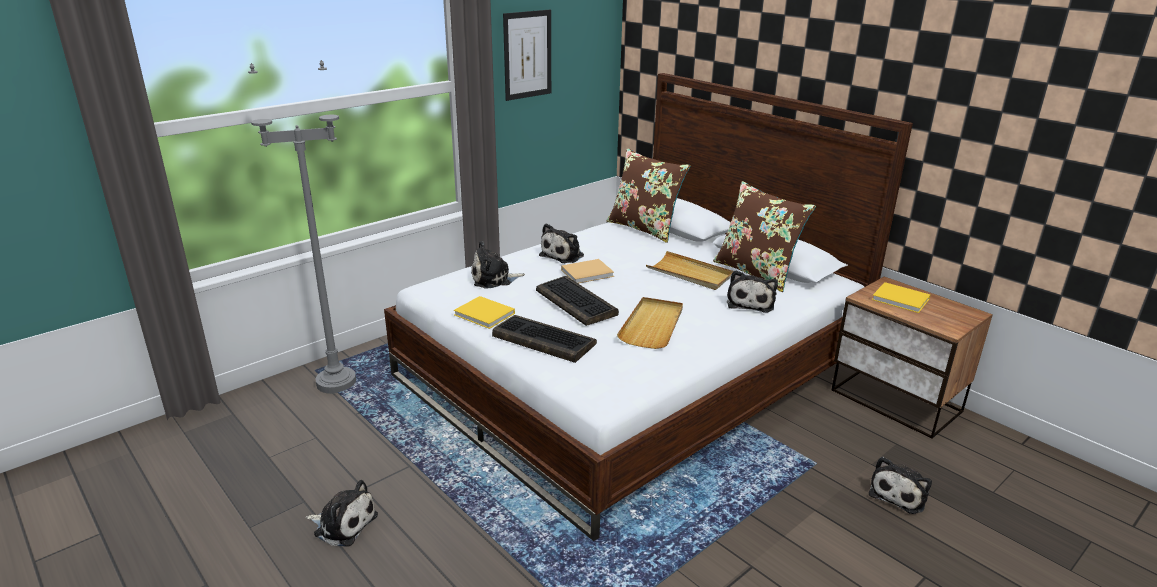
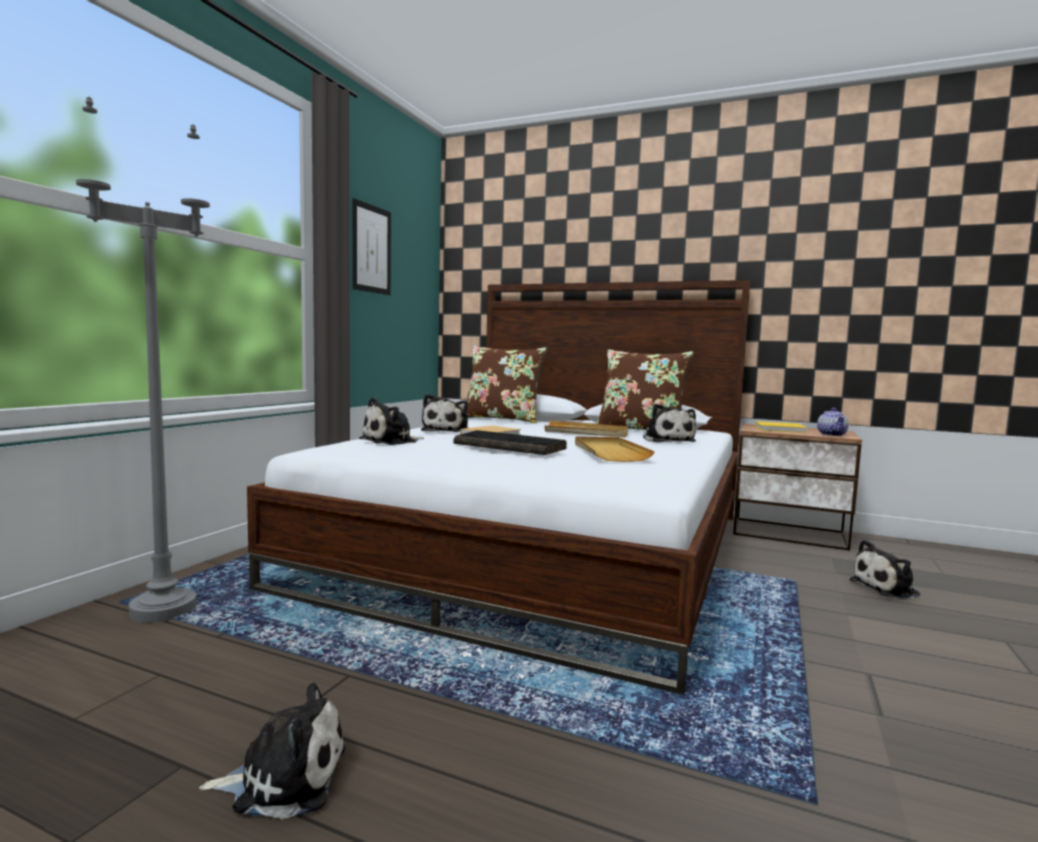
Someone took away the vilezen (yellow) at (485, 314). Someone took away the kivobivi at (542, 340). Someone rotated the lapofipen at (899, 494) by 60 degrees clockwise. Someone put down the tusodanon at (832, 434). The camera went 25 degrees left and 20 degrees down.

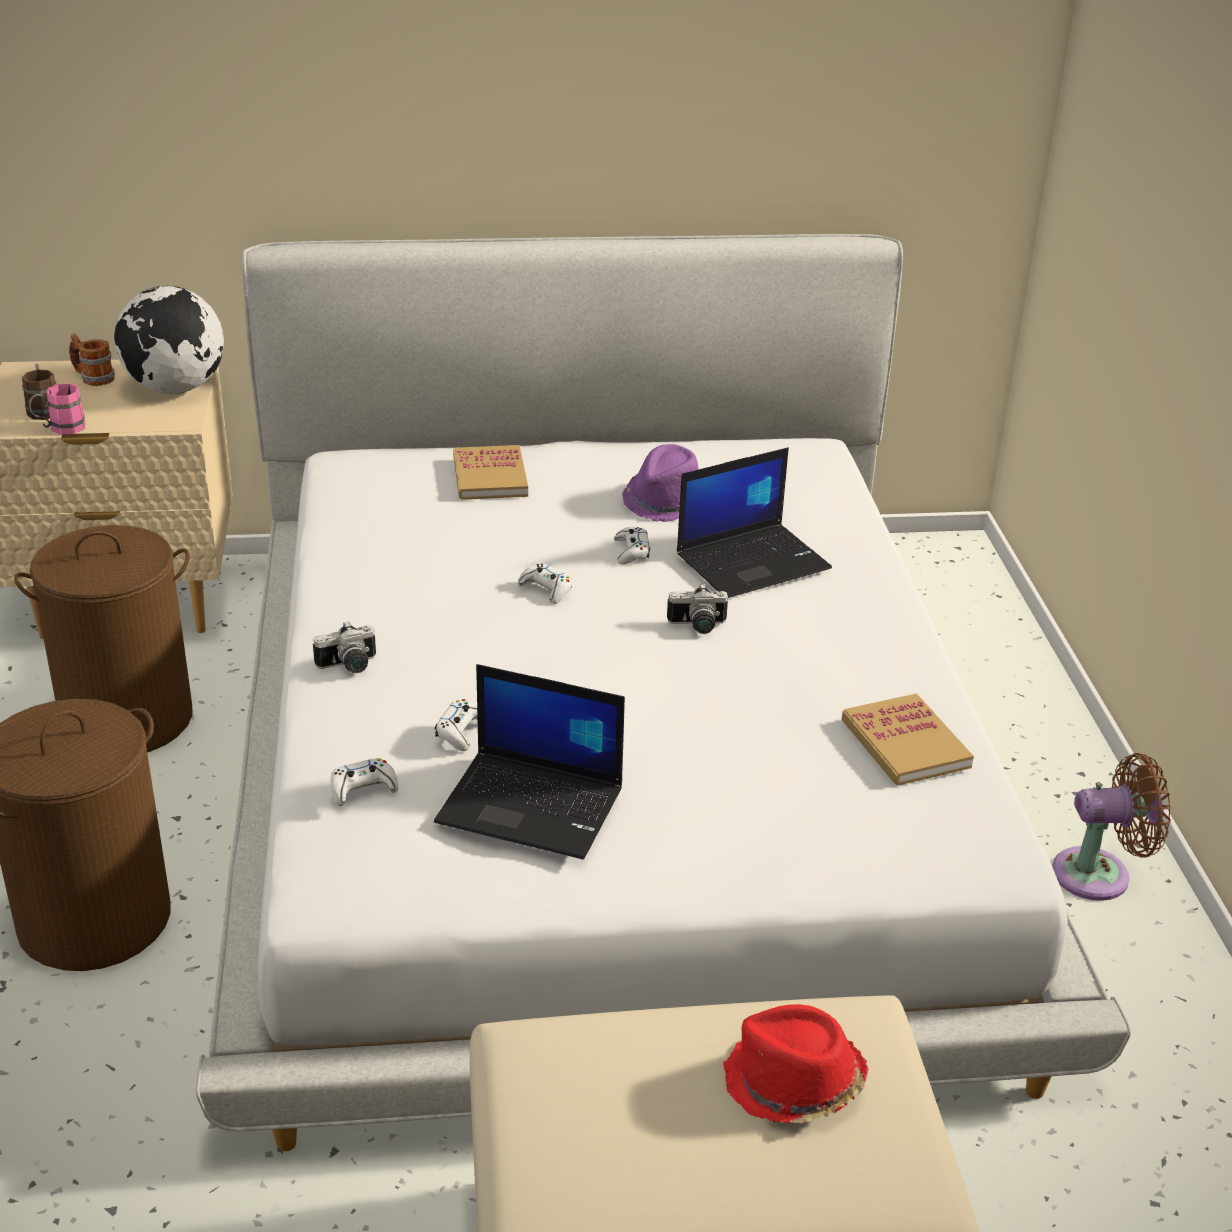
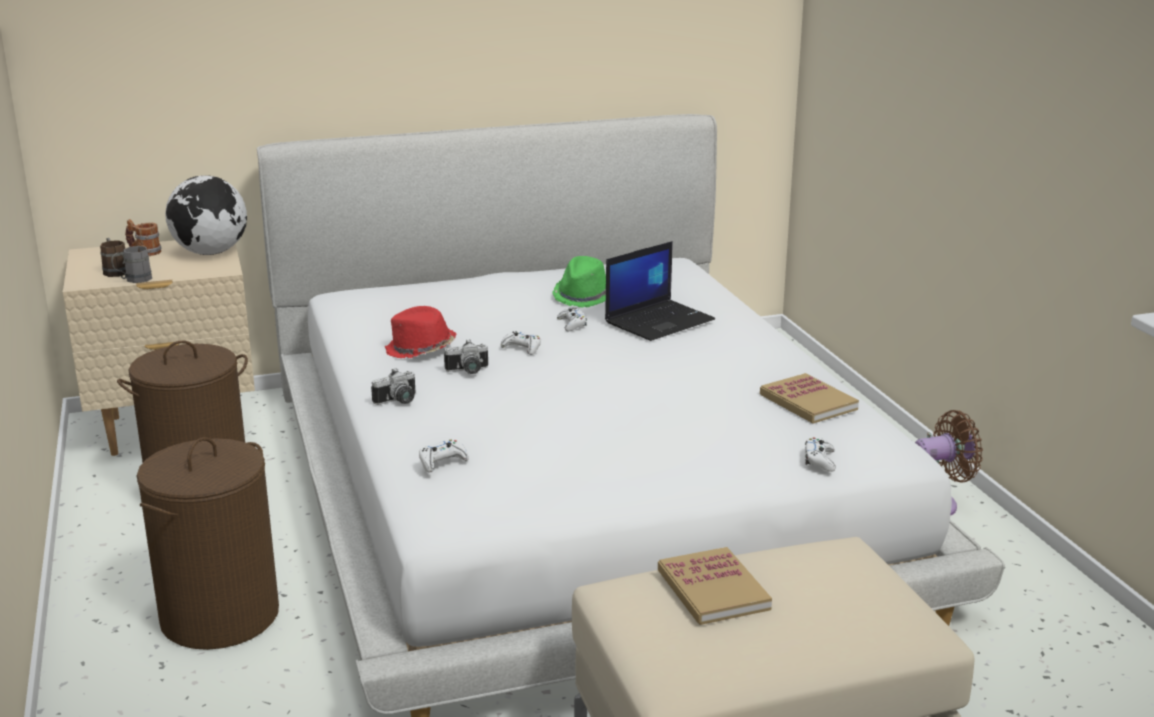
Someone repainted the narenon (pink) at (60, 429), which became the narenon (grey) at (133, 280). Someone repainted the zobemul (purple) at (666, 501), which became the zobemul (green) at (583, 296). Someone carried the vilezen from (490, 477) to (713, 590). Someone carried the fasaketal from (697, 626) to (468, 371). Someone took away the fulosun at (533, 805). Someone carried the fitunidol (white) from (461, 731) to (819, 460). Someone carried the zobemul (red) from (792, 1083) to (420, 350). The camera went 10 degrees left and 10 degrees down.

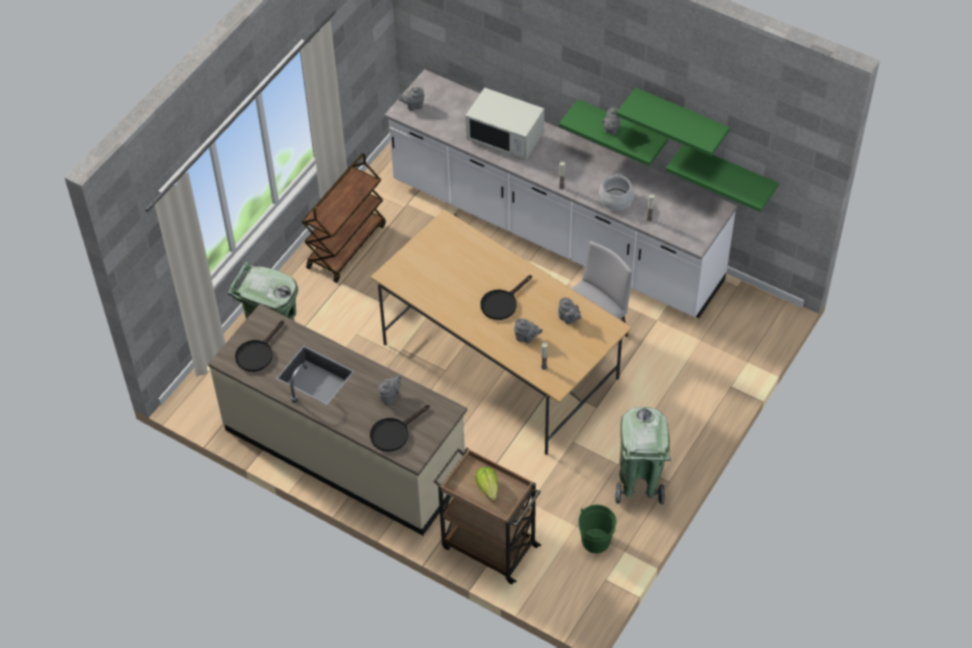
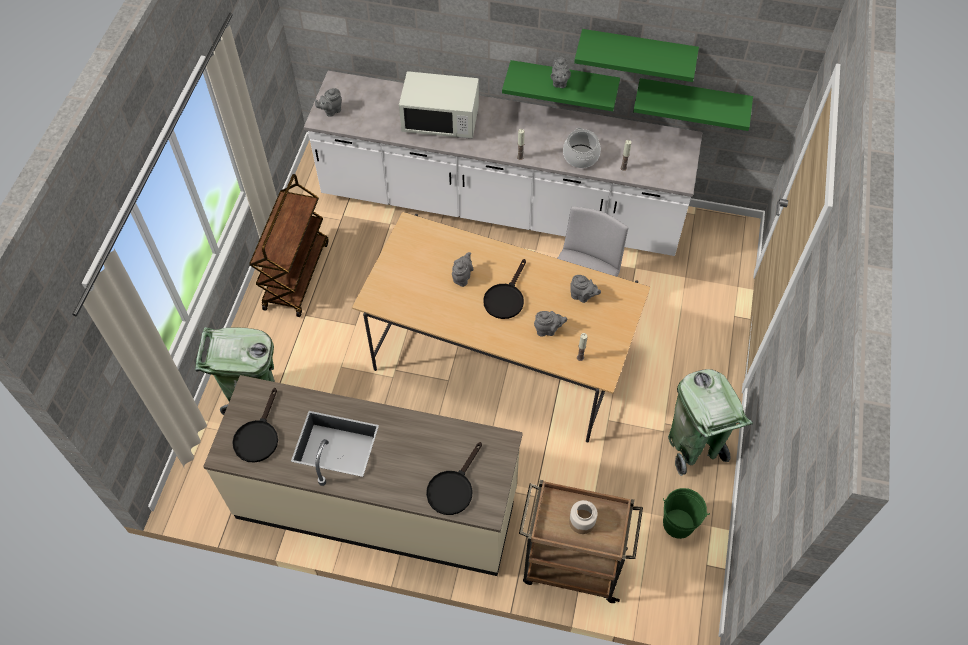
Someone carried the tusodanon (grey) from (390, 397) to (462, 277). Someone swapped the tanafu at (488, 488) for the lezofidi at (582, 521). The camera went 20 degrees left and 5 degrees up.

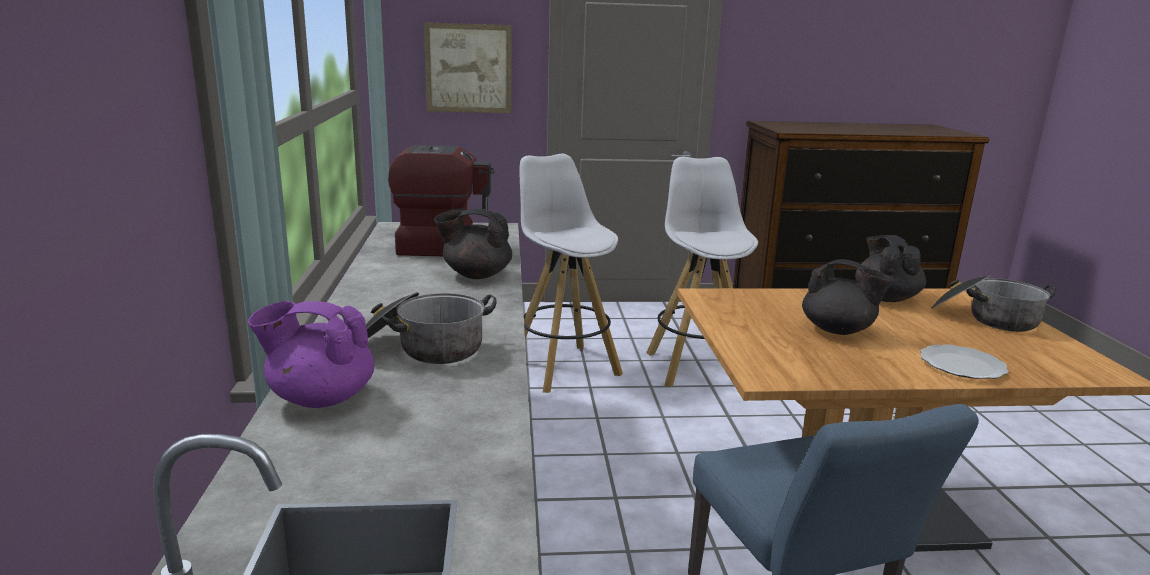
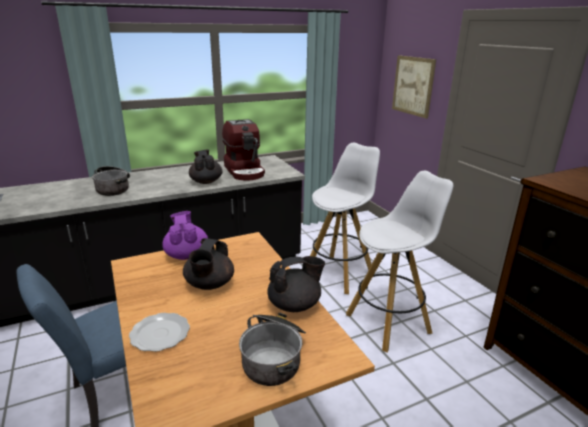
Someone carried the tusodanon (purple) from (320, 398) to (186, 254). The camera went 70 degrees right and 5 degrees up.

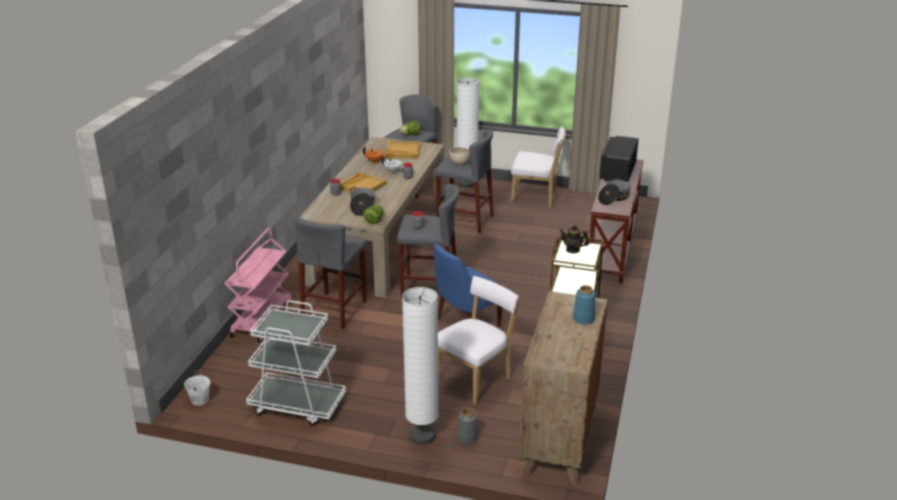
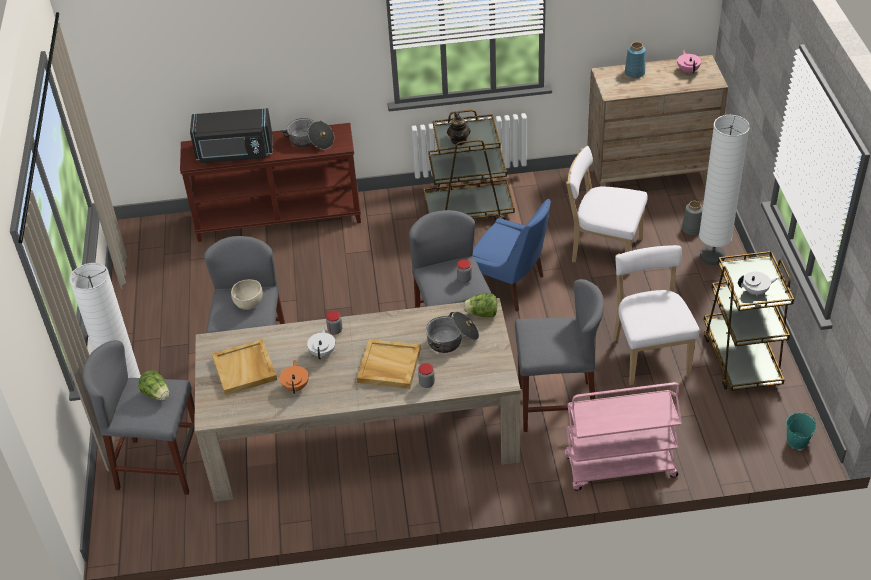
Someone carried the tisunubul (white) from (536, 198) to (649, 353). Someone repainted the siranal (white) at (297, 405), which became the siranal (brown) at (741, 359). Someone repainted the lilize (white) at (199, 400), which became the lilize (turquoise) at (797, 441). Someone put down the tusodanon (pink) at (688, 70). Someone put down the tusodanon (white) at (755, 291). The camera went 110 degrees left and 15 degrees up.

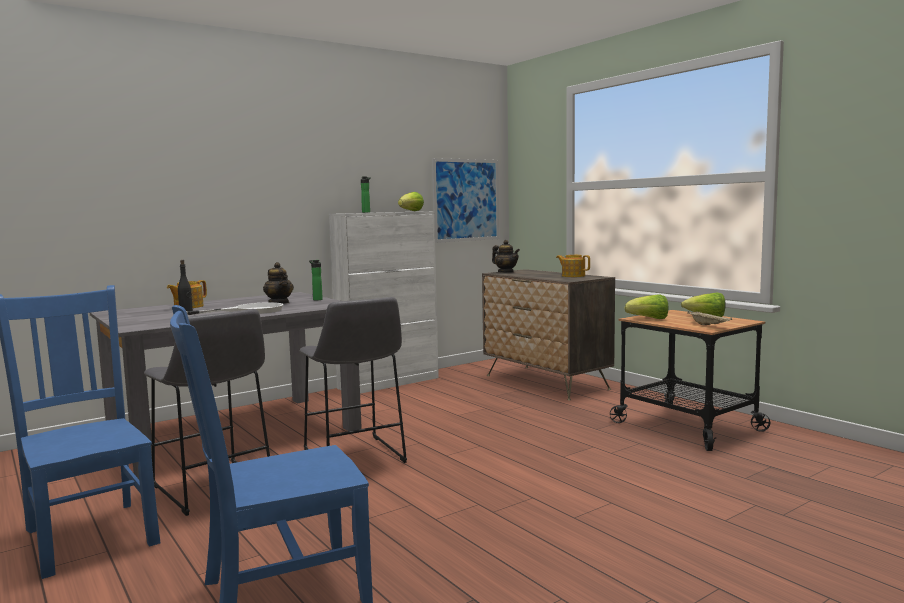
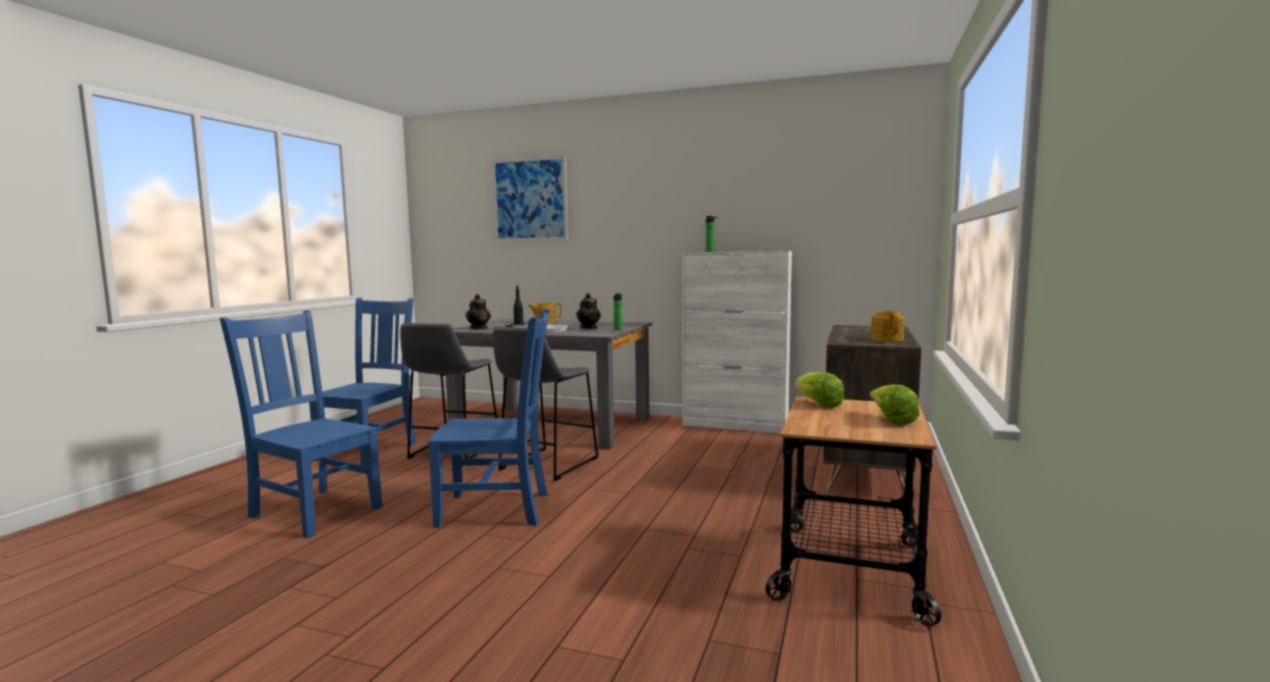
Someone carried the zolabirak from (466, 200) to (530, 199). Someone took away the tanafu at (411, 211). Someone carried the tusodanon from (506, 272) to (479, 328). Someone took away the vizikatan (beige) at (709, 325). Someone put down the tisunubul (blue) at (498, 509). The camera went 55 degrees right and 0 degrees up.

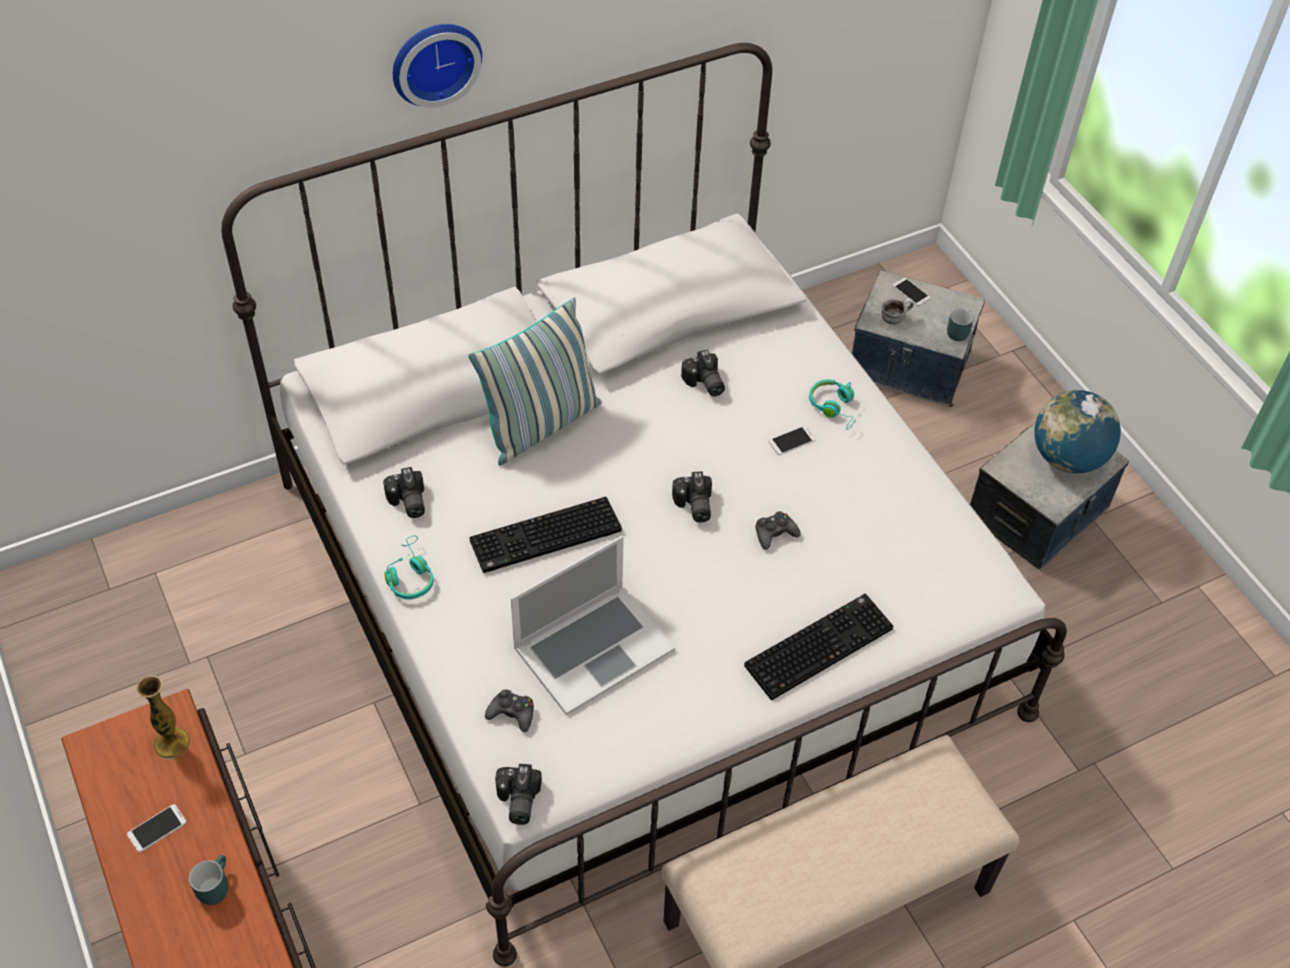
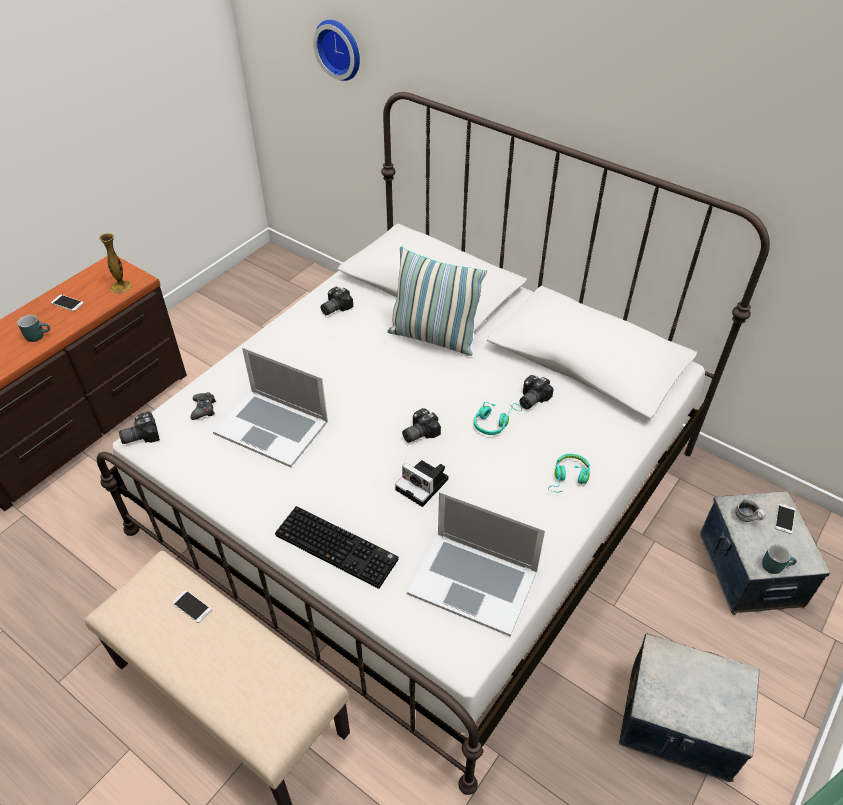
Someone carried the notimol from (434, 61) to (340, 48). Someone took away the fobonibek at (1067, 458). Someone carried the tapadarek from (791, 441) to (191, 606). Someone took away the kivobivi at (545, 538). Someone swapped the fitunidol (black) at (775, 533) for the fasaketal at (424, 485). Someone carried the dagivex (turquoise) from (409, 576) to (495, 422). Someone put down the fulosun at (473, 581). The camera went 65 degrees right and 5 degrees down.

